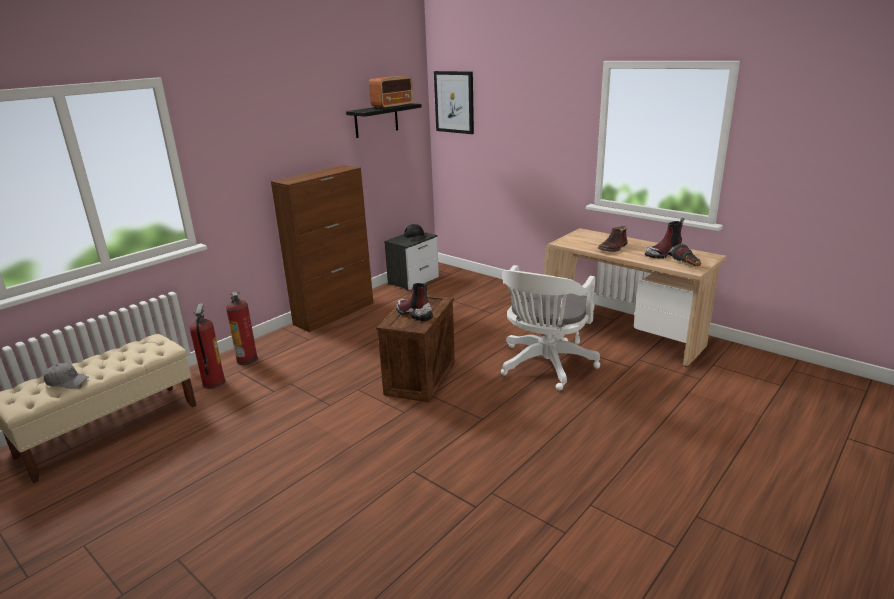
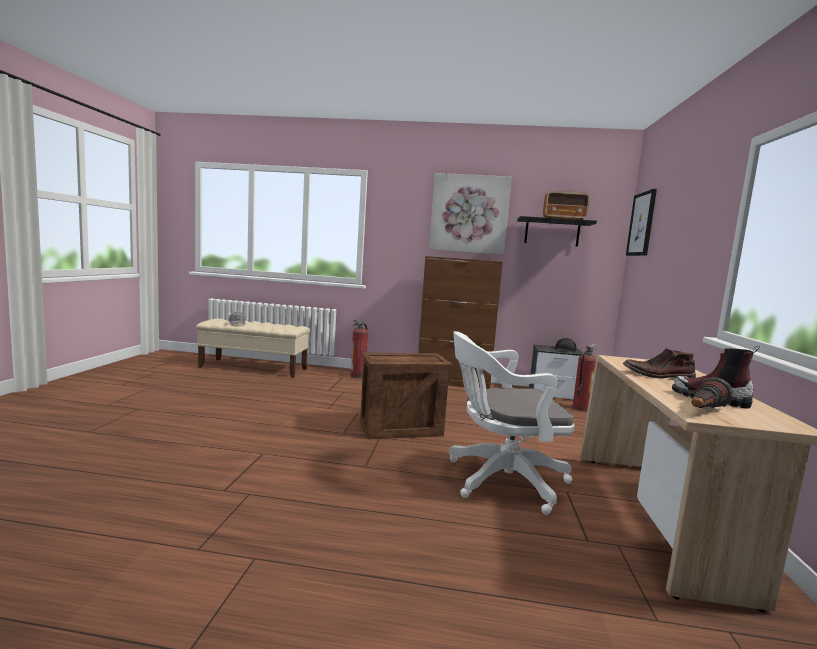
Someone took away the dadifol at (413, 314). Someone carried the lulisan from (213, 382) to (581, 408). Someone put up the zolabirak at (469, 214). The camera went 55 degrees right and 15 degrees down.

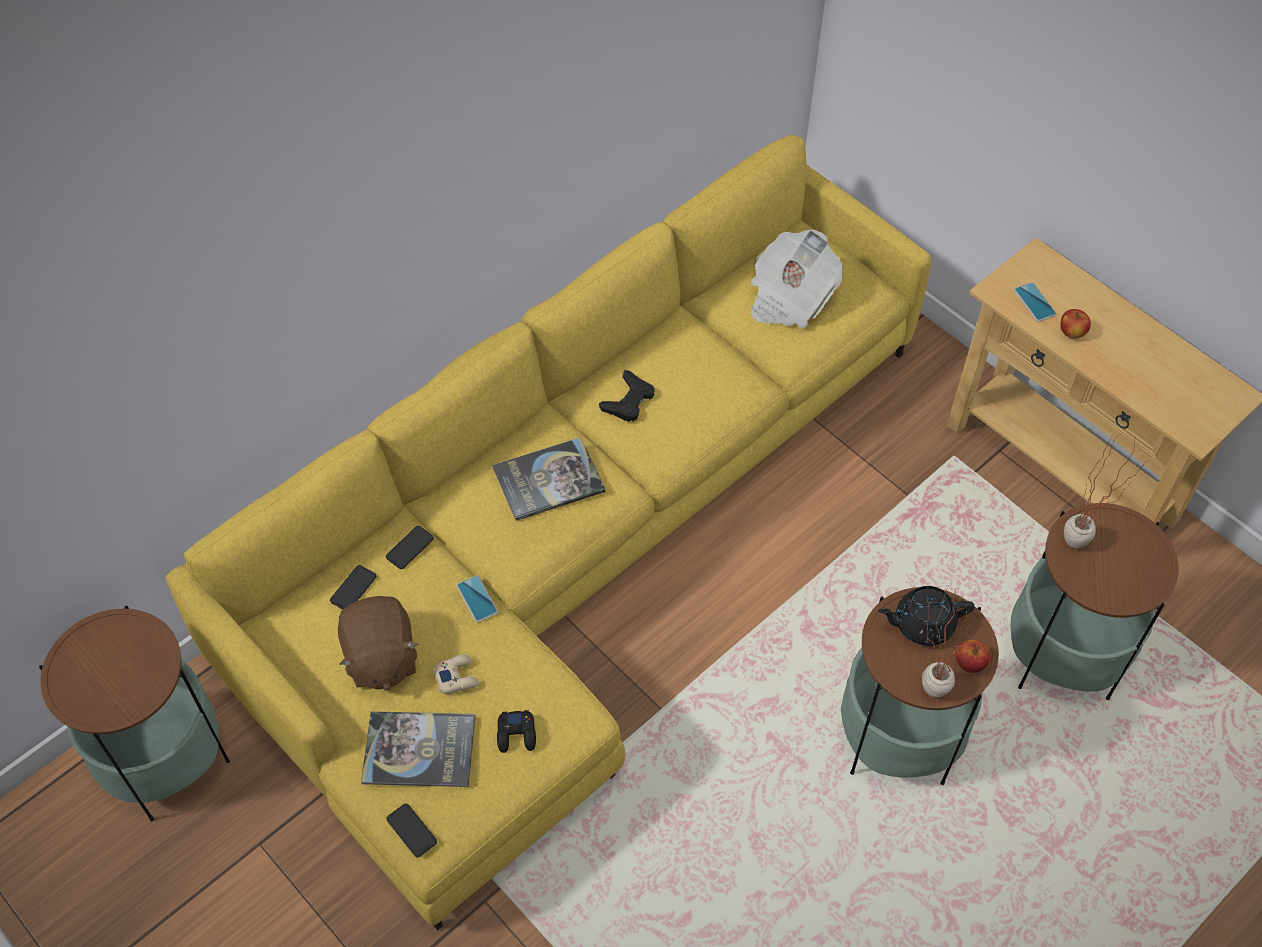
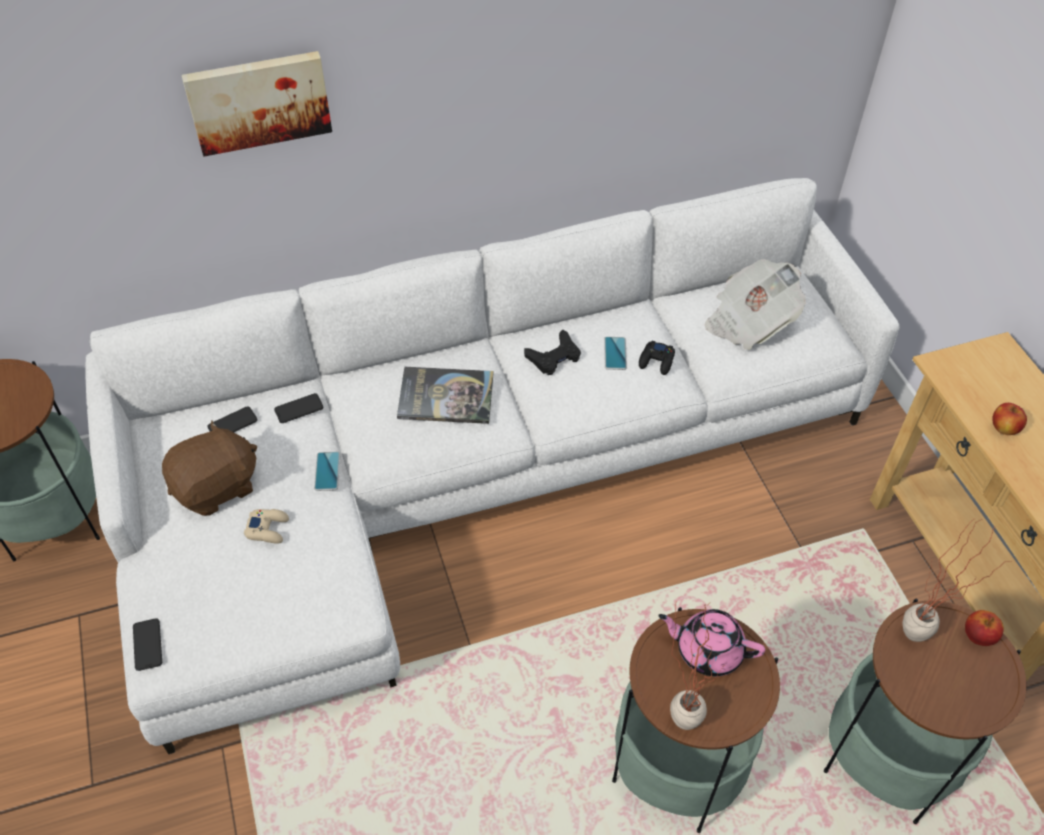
Someone repainted the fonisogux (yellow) at (568, 545), which became the fonisogux (white) at (469, 475). Someone carried the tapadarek from (1034, 302) to (615, 353). Someone repainted the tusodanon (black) at (922, 623), which became the tusodanon (pink) at (708, 650). Someone rotated the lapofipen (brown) at (380, 658) by 135 degrees counterclockwise. Someone carried the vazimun from (969, 663) to (978, 636). Someone carried the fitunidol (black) from (517, 734) to (657, 361). Someone took away the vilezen at (419, 750). Someone put up the zolabirak at (258, 101). The camera went 25 degrees right and 5 degrees down.

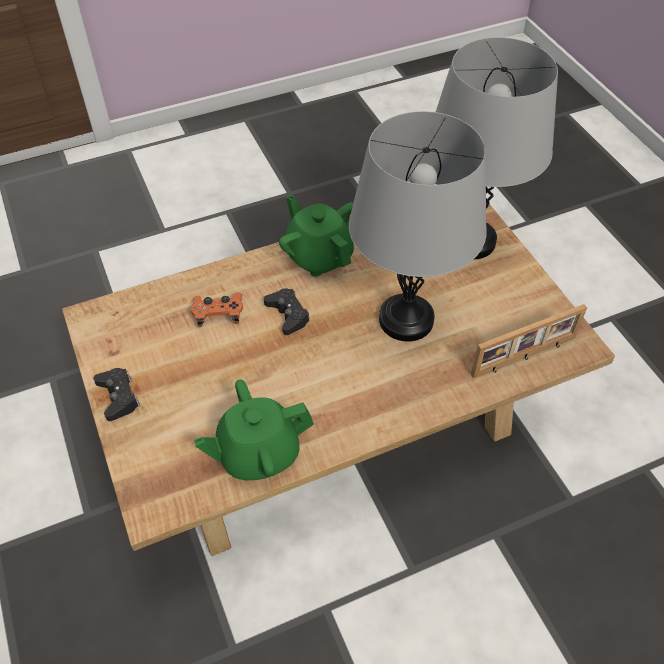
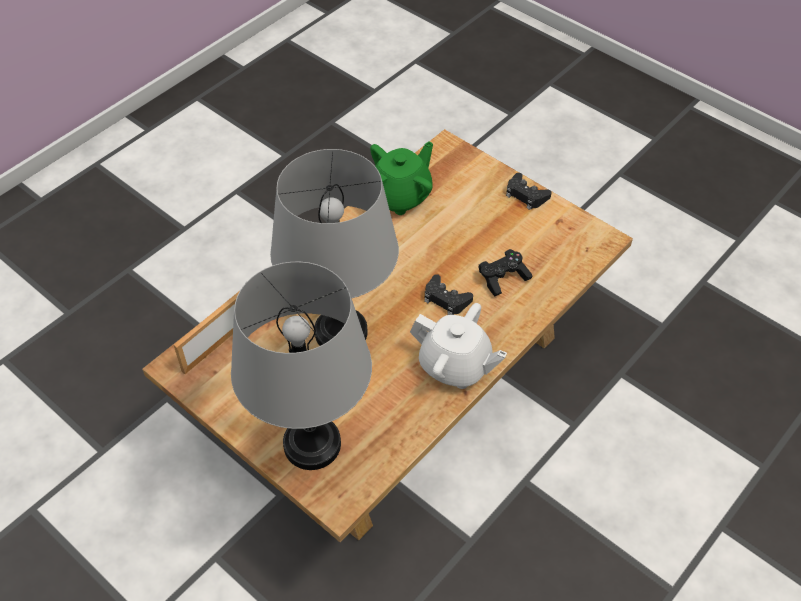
Someone repainted the tusodanon (green) at (319, 256), which became the tusodanon (white) at (455, 366). Someone repainted the fitunidol (orange) at (219, 314), which became the fitunidol (black) at (503, 278). The camera went 155 degrees right and 0 degrees up.

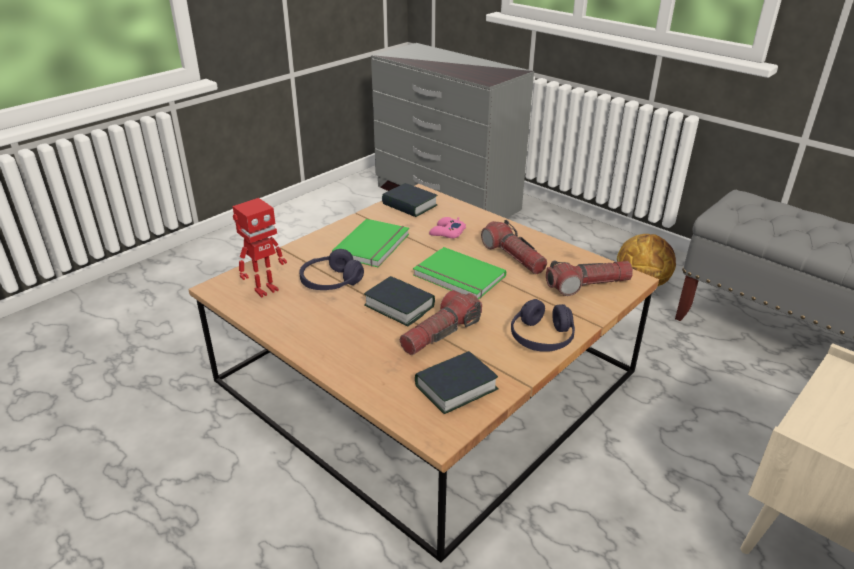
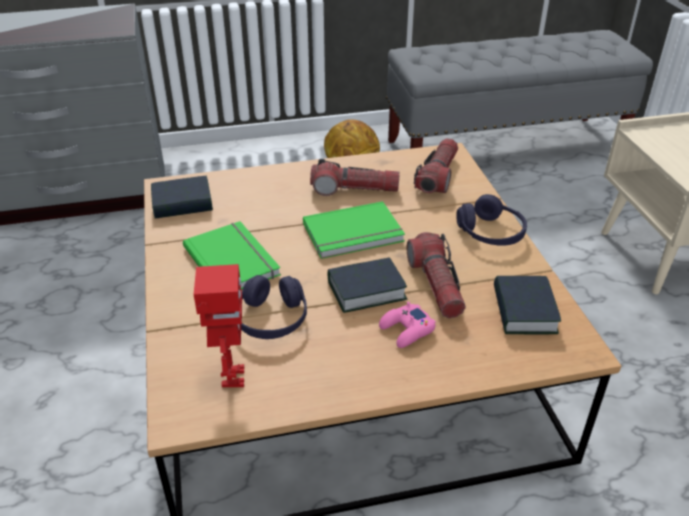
Someone carried the fitunidol (pink) from (447, 232) to (406, 330). The camera went 55 degrees left and 5 degrees up.

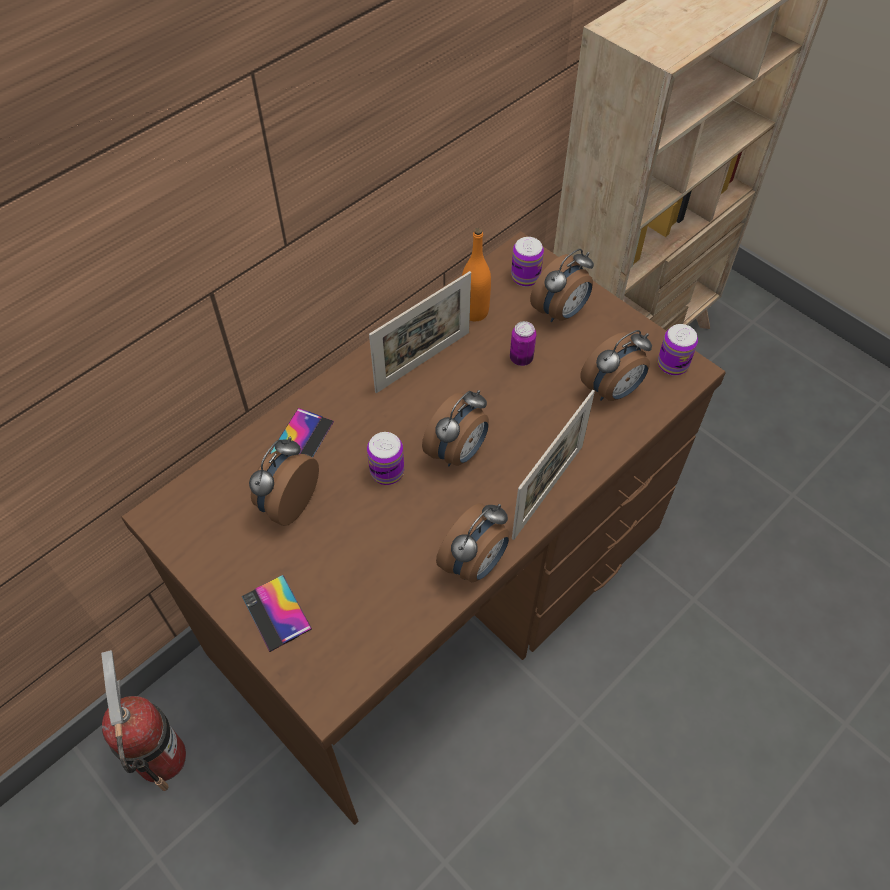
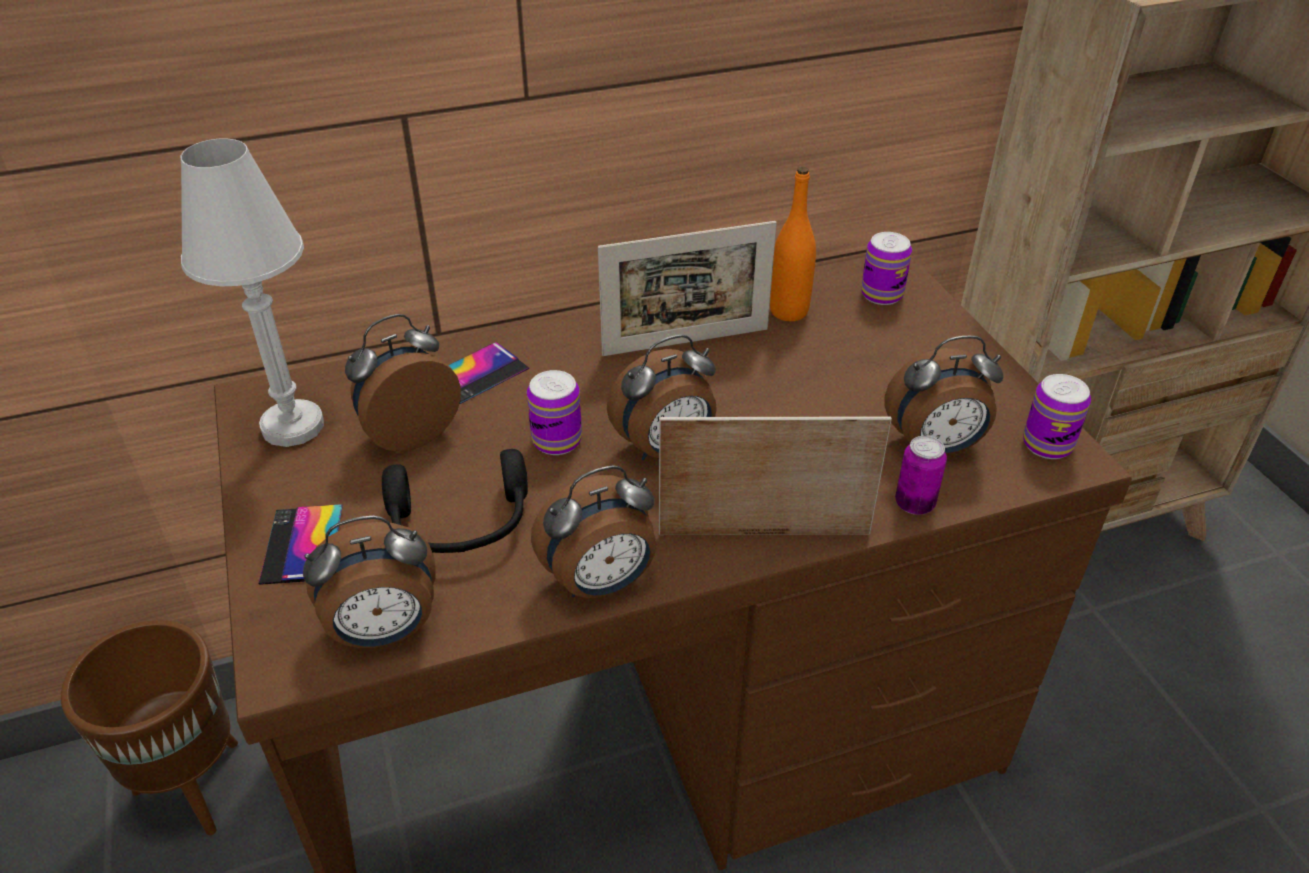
Someone carried the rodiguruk from (561, 312) to (384, 632). Someone carried the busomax from (521, 358) to (914, 504). Someone rotated the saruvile at (548, 491) by 150 degrees counterclockwise. Someone swapped the lulisan at (161, 757) for the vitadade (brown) at (193, 787). Someone put down the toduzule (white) at (293, 426). Someone put down the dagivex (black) at (460, 524). The camera went 25 degrees right and 15 degrees down.

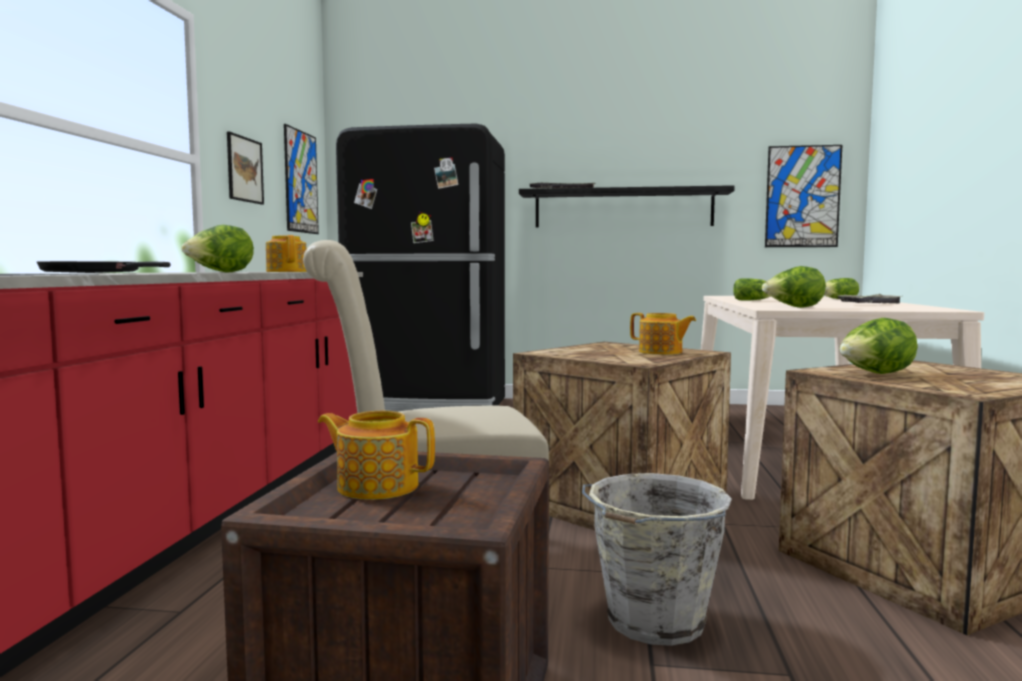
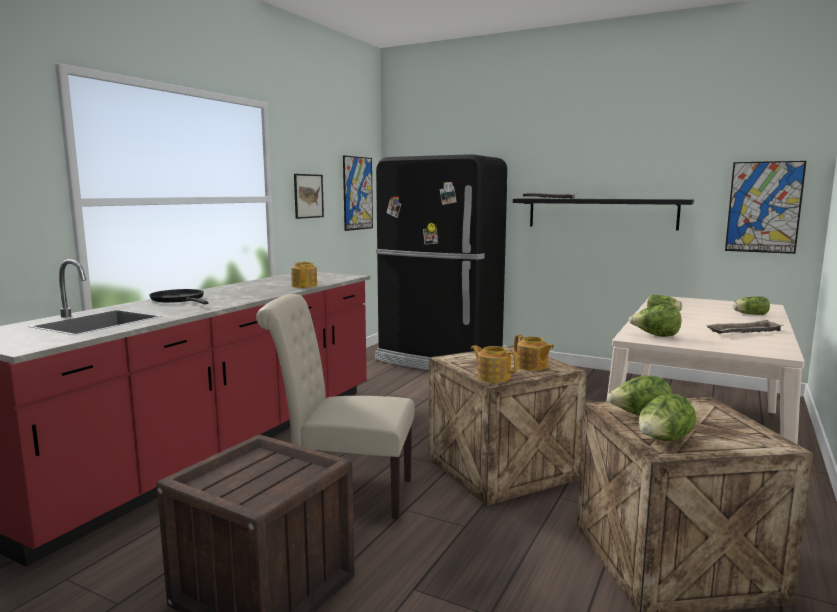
Someone carried the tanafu from (220, 272) to (663, 441). Someone carried the tusodanon from (376, 486) to (493, 377). Someone took away the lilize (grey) at (653, 622). The camera went 20 degrees right and 5 degrees up.

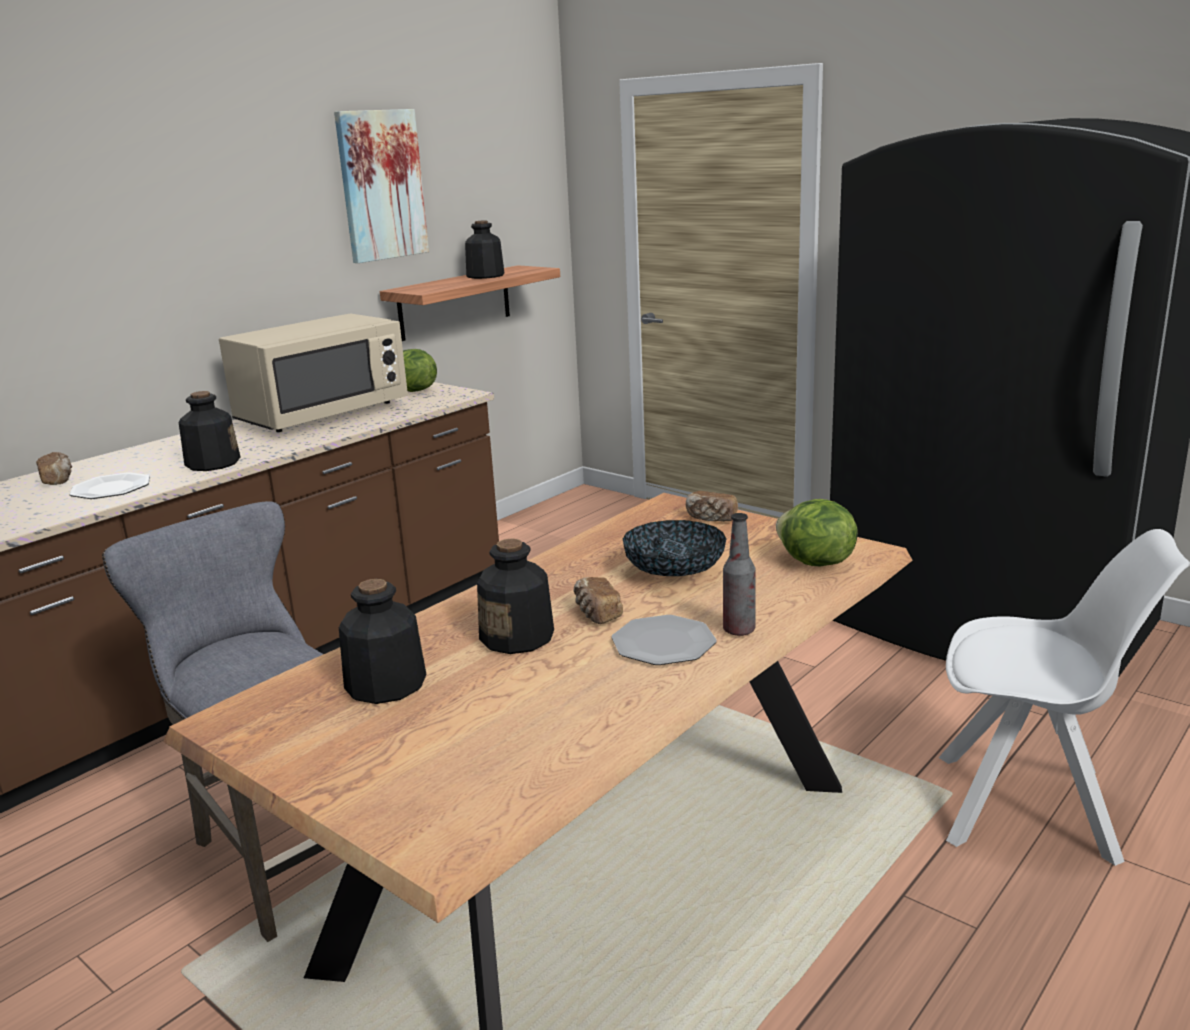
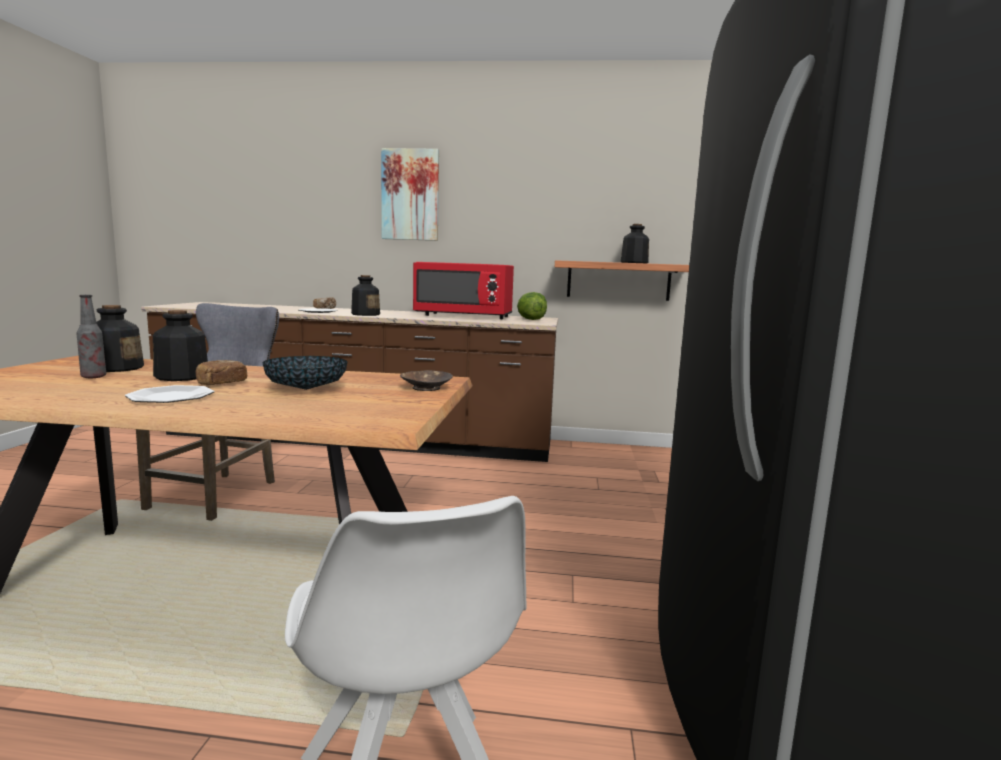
Someone carried the zolabirak from (381, 185) to (410, 195). Someone repainted the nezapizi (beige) at (323, 414), which became the nezapizi (red) at (464, 316). Someone swapped the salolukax at (711, 518) for the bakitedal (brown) at (425, 388). Someone took away the tanafu at (814, 563). Someone carried the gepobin from (739, 630) to (93, 377). The camera went 55 degrees right and 10 degrees down.

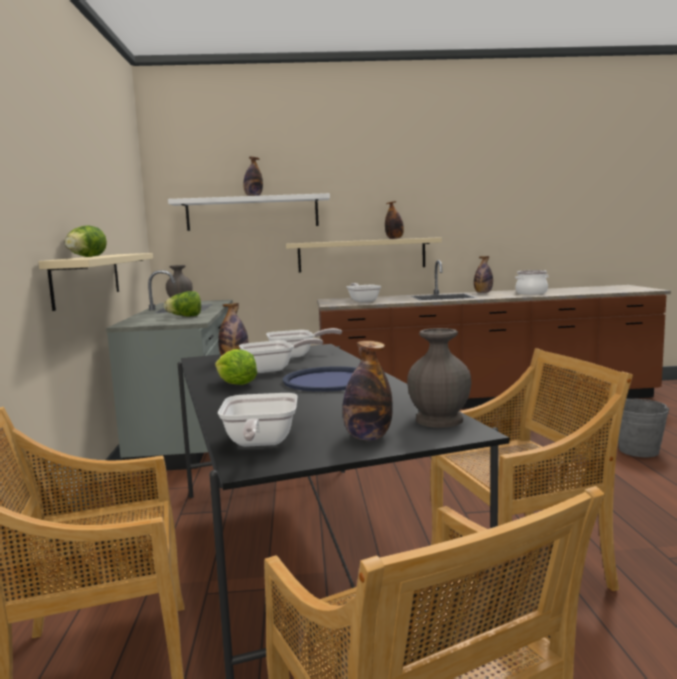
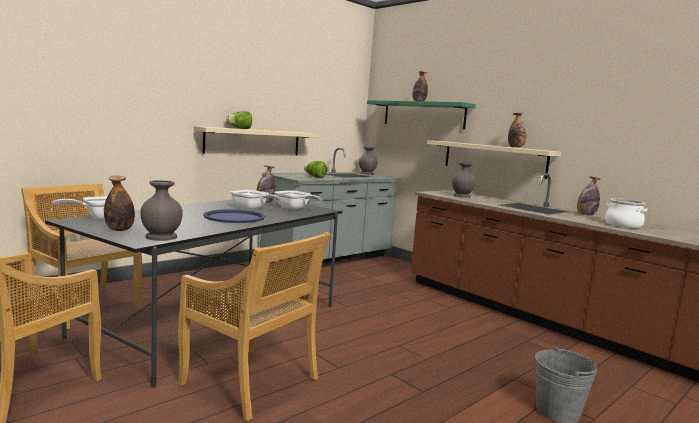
Someone repainted the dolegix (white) at (252, 213), which became the dolegix (green) at (423, 114). Someone swapped the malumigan at (363, 301) for the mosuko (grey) at (462, 196). Someone took away the tanafu at (236, 384). The camera went 50 degrees right and 0 degrees up.

